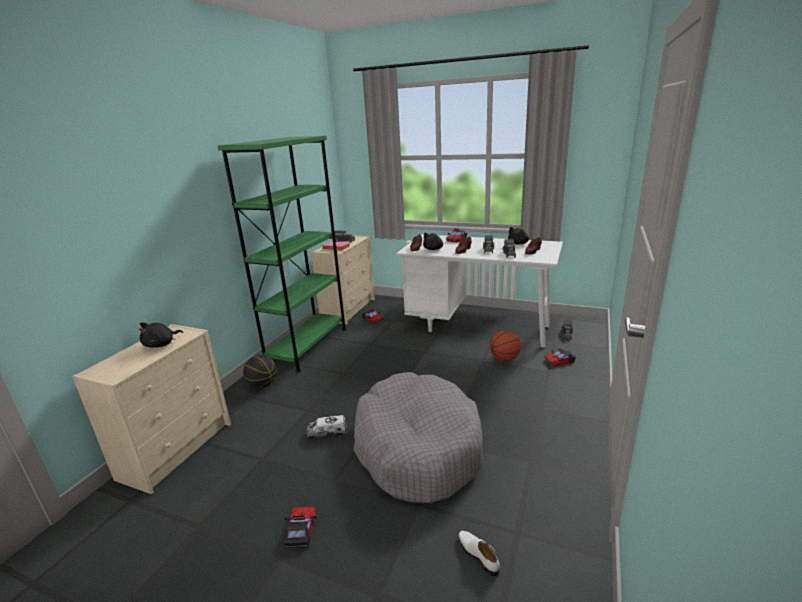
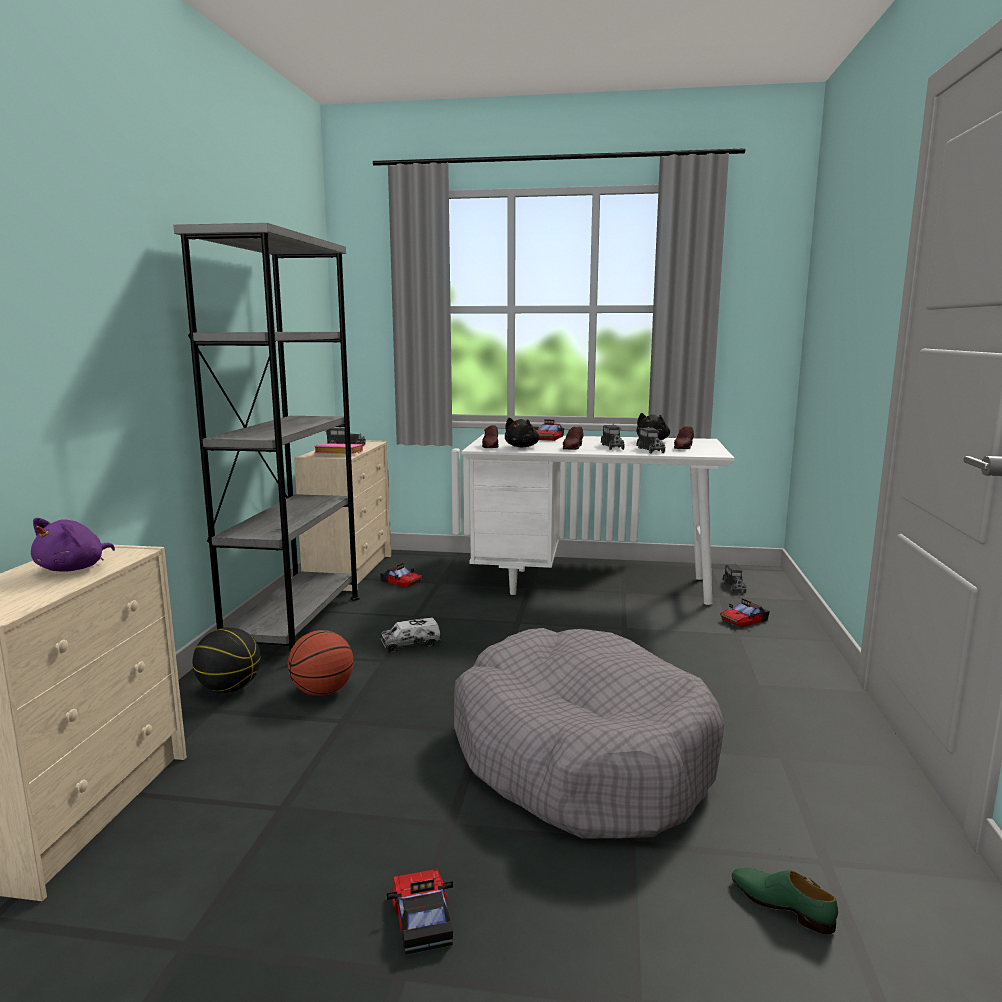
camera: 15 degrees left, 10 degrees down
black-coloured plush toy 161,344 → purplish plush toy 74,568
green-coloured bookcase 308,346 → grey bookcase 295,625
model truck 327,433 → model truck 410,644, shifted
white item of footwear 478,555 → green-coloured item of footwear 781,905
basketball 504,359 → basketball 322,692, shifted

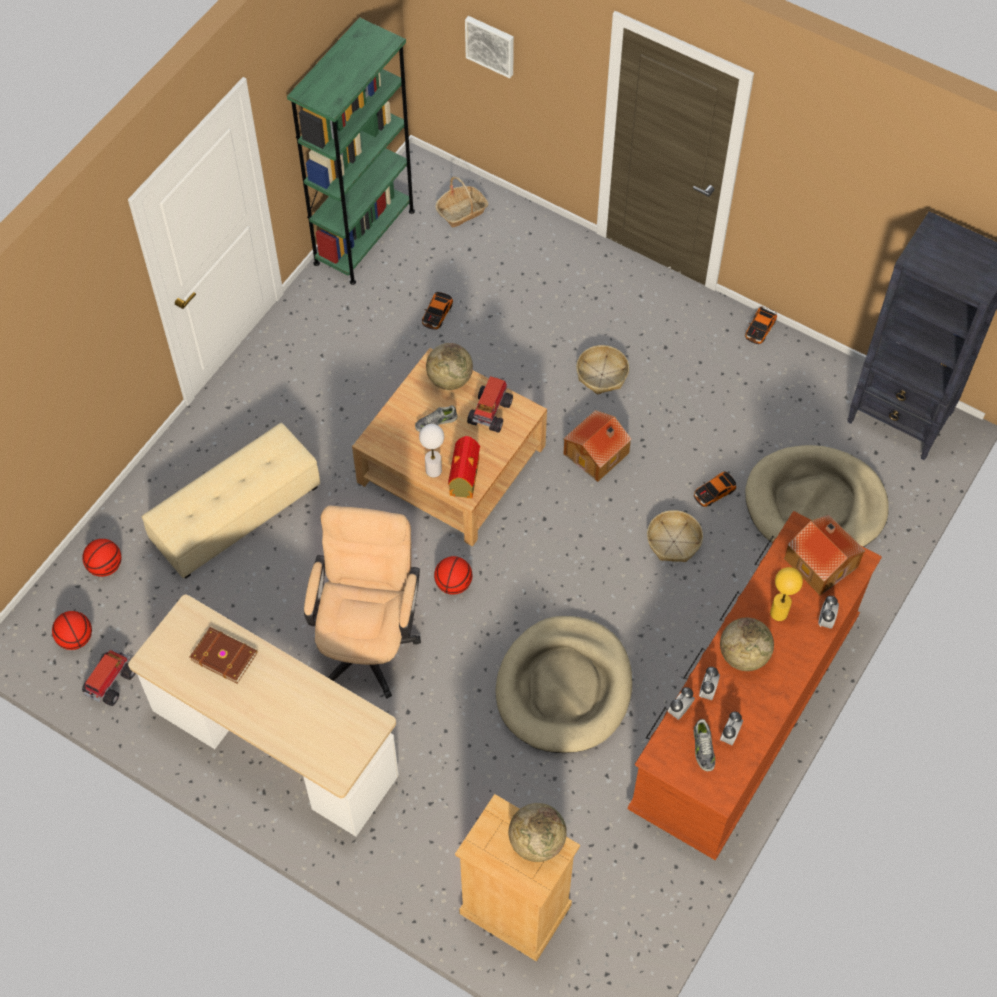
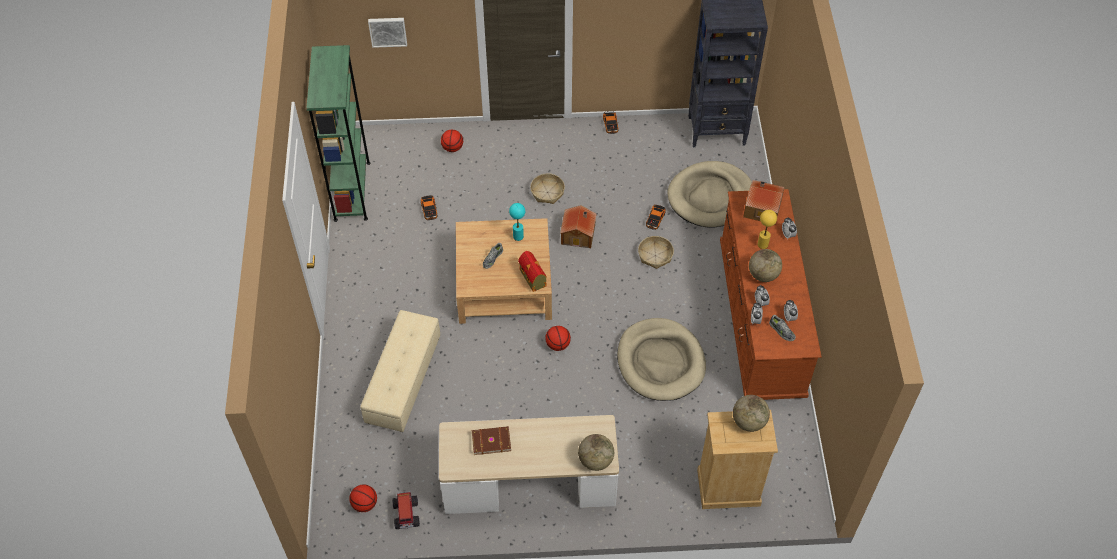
camera: 35 degrees left, 5 degrees down
basketball 105,566 → basketball 452,148, shifted
beige desk chair 368,639 → -
white lamp for a table 434,470 → -
globe 449,379 → globe 595,460, shifted
storage basket 462,211 → -
model truck 491,412 → turquoise lamp for a table 518,236

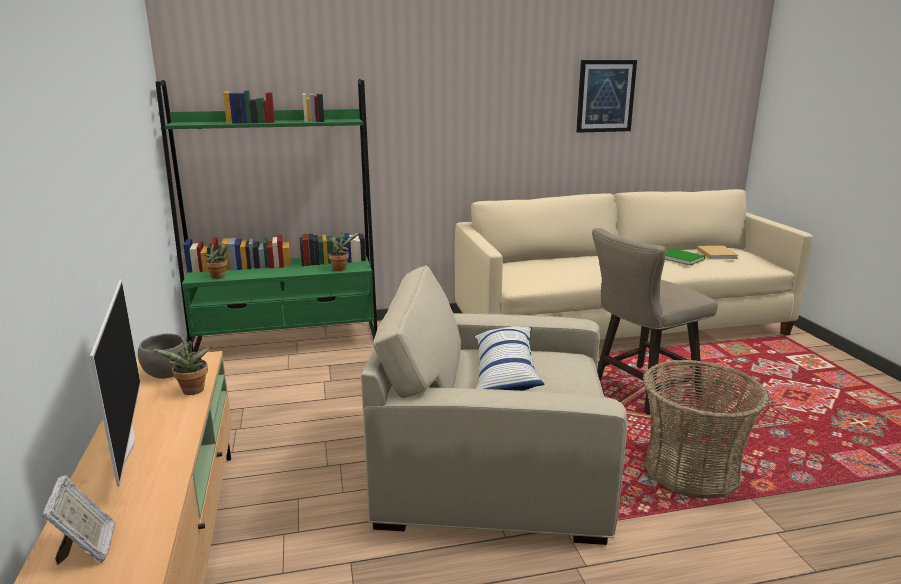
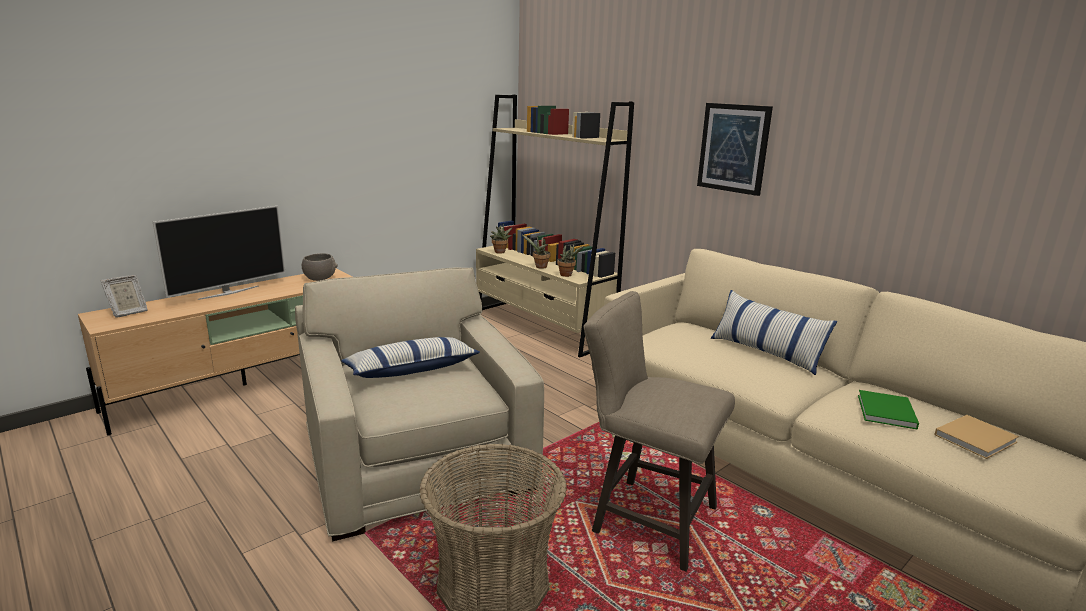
camera: 60 degrees right, 0 degrees up
potted plant 192,392 → potted plant 539,267, shifted
green-coloured bookcase 288,341 → beige bookcase 542,326
wall art 605,96 → wall art 733,148, shifted
- → cushion 766,352

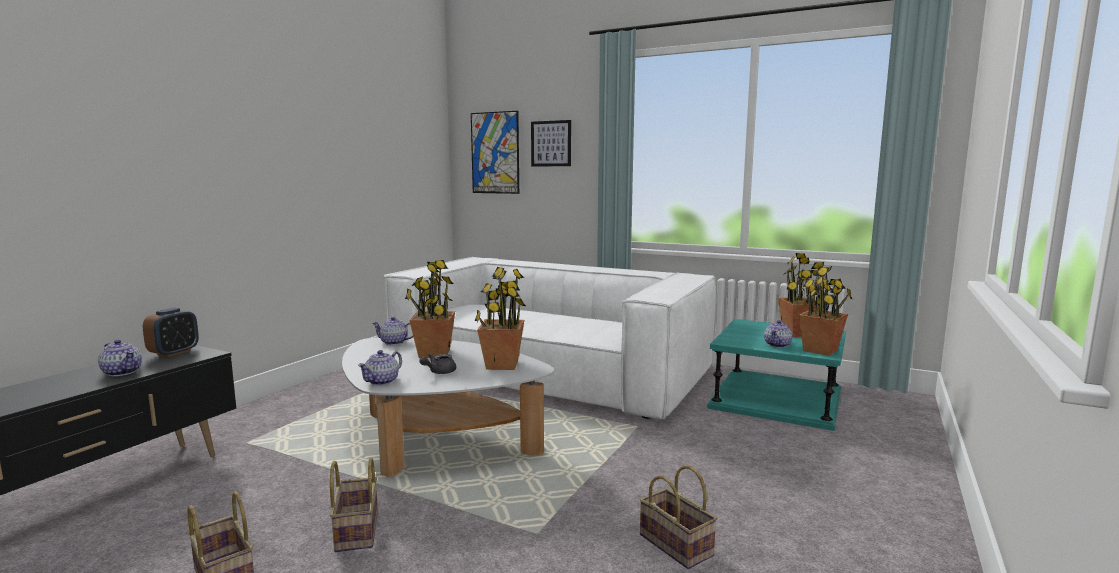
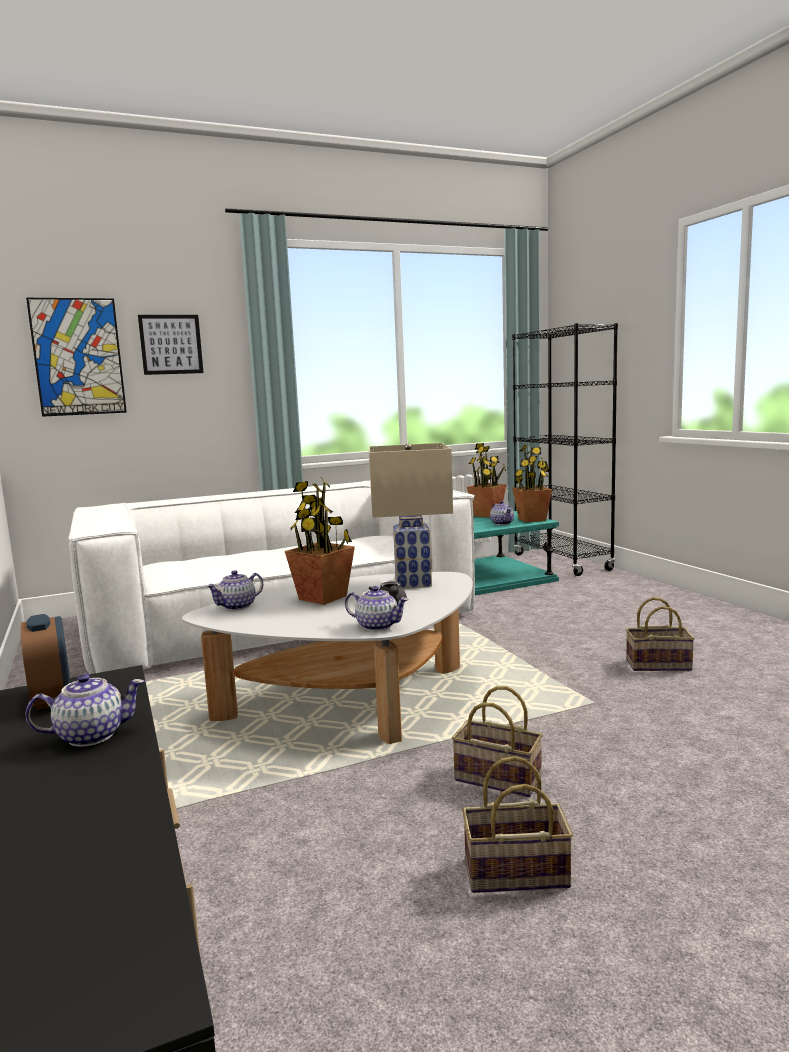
camera: 50 degrees left, 0 degrees up
pot for tea 382,381 → pot for tea 377,626, 45 degrees counterclockwise
potted plant 501,365 → beige lamp for a table 414,583
- → black-coloured bookcase 562,562

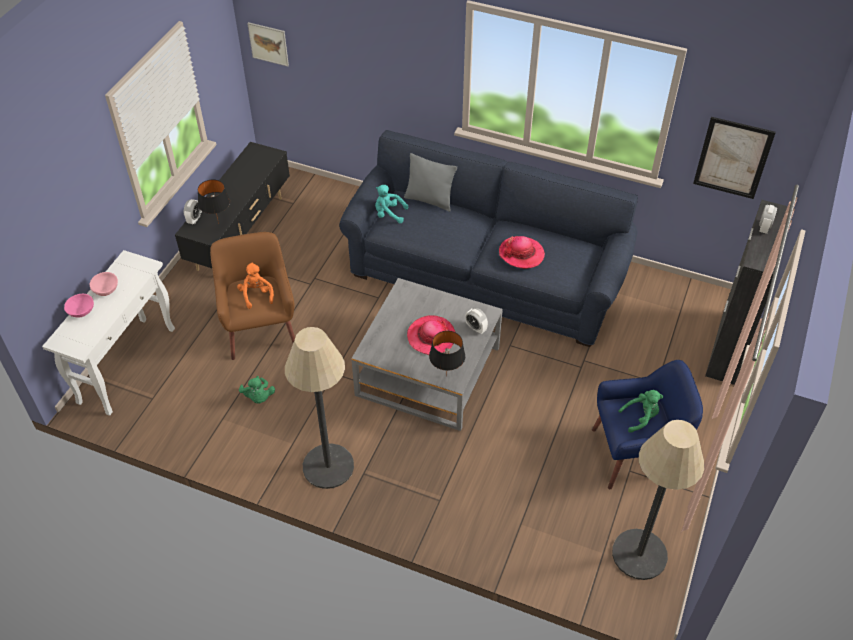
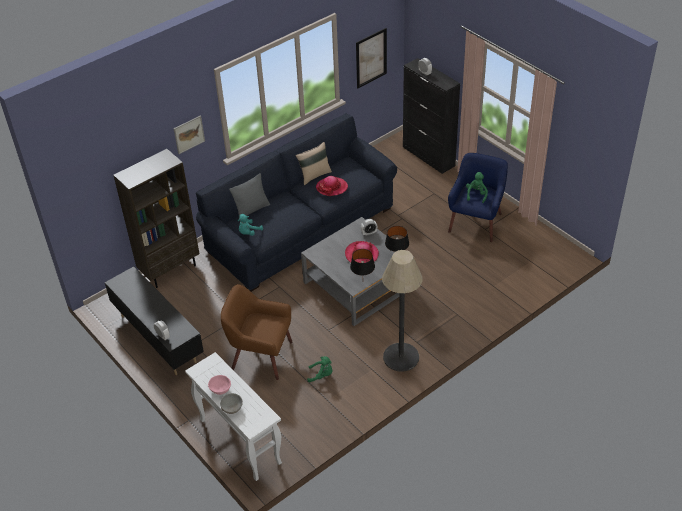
camera: 60 degrees left, 5 degrees down
pinkish serving bowl 82,312 → grey serving bowl 232,408
black-coloured lamp for a table 218,224 → black-coloured lamp for a table 363,282, shifted
orange plush toy 256,295 → -
wall art 268,44 → wall art 189,134, shifted
standard lamp 639,554 → -
- → brown-coloured bookcase 170,270
- → beige cushion 314,175

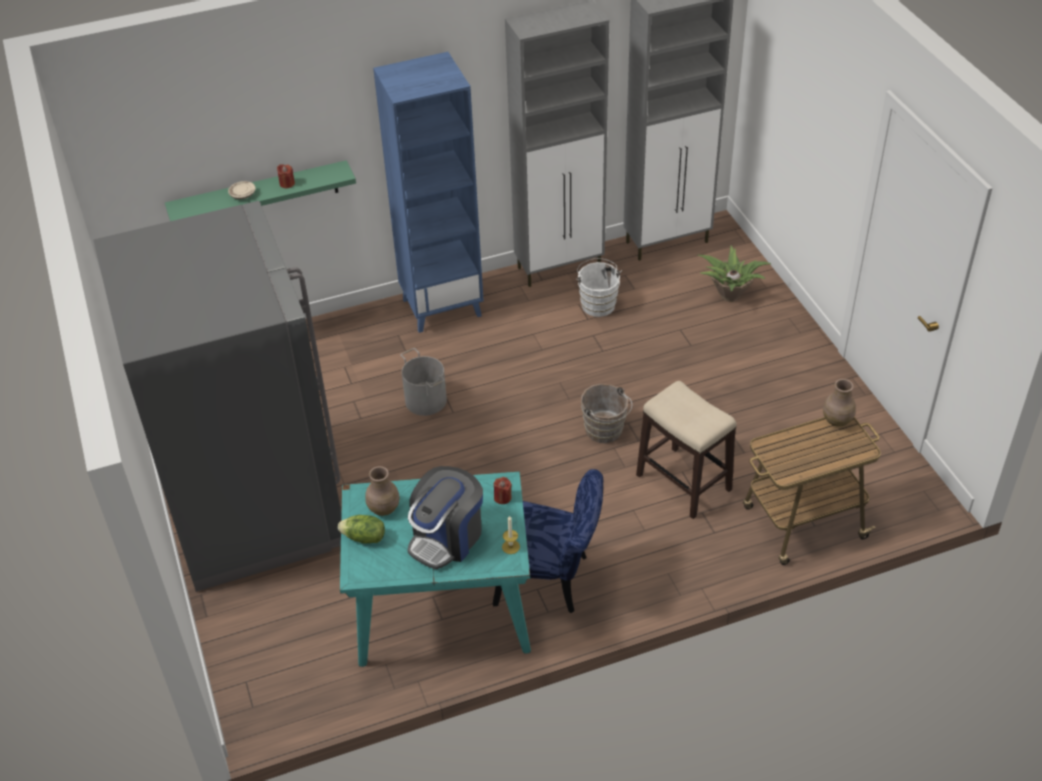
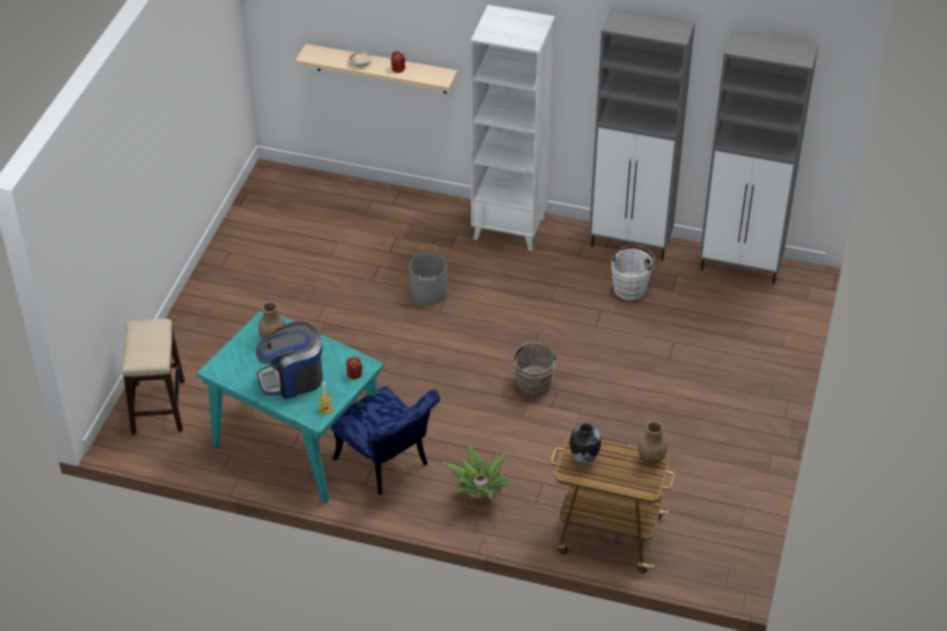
camera: 35 degrees right, 0 degrees up
grey kitchen fridge 253,506 → -
green-coloured shelf 259,195 → beige shelf 381,69
lettuce head 364,538 → -
blue-coloured bookcase 442,307 → white bookcase 510,228
stool seat 683,482 → stool seat 158,406, shifted
potted plant 729,294 → potted plant 479,497, shifted
- → vase 584,458

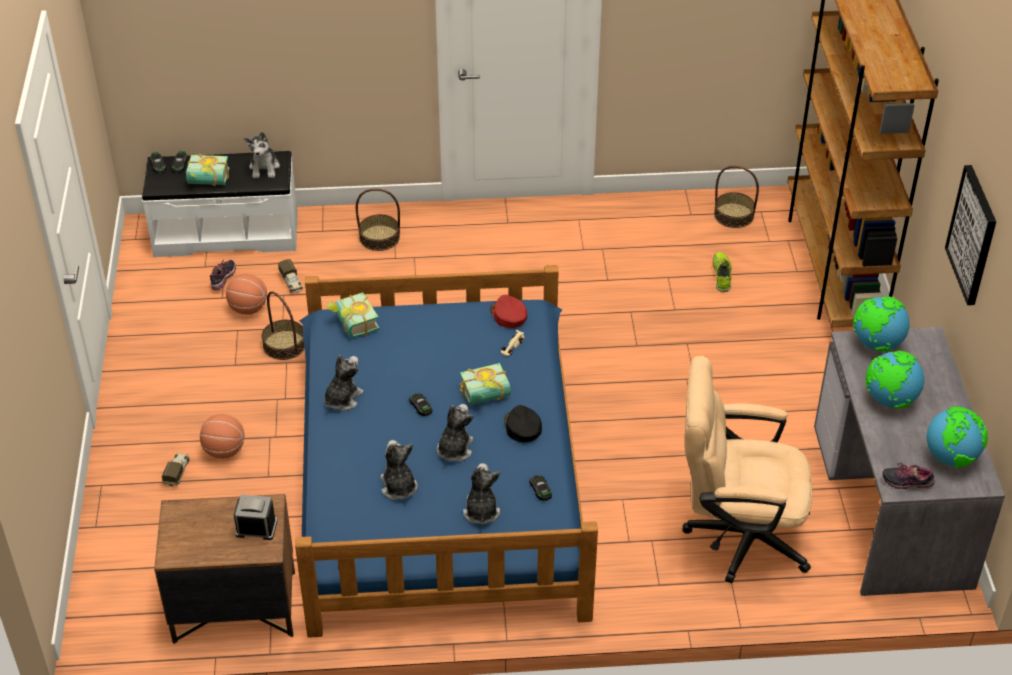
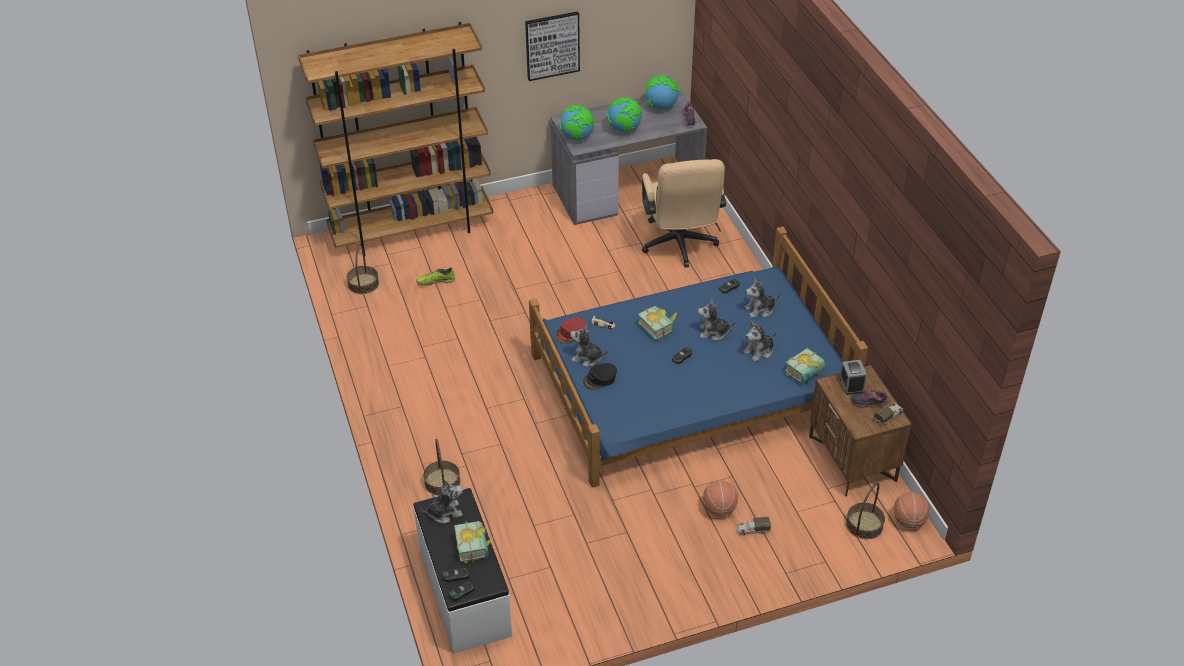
camera: 105 degrees left, 0 degrees up
item of footwear 224,280 → item of footwear 869,403, shifted
basketball 248,308 → basketball 909,521, shifted
storage basket 284,345 → storage basket 864,525, shifted
model truck 291,282 → model truck 888,417, shifted
plush toy 342,399 → plush toy 587,358, shifted
volume 352,325 → volume 807,374, shifted
black-coloured cap 522,427 → black-coloured cap 600,379, shifted

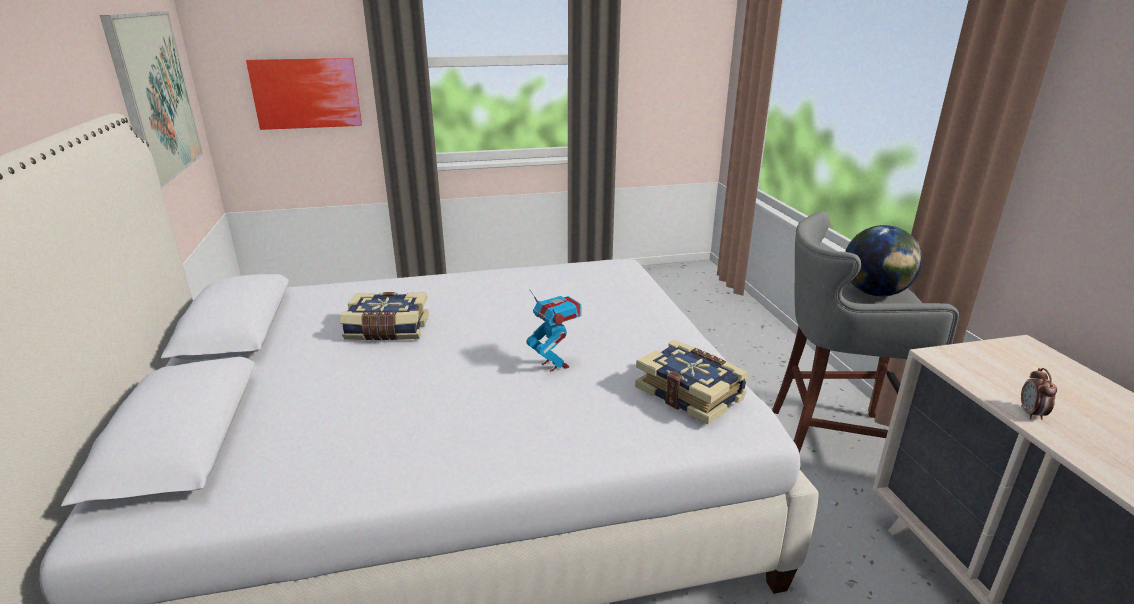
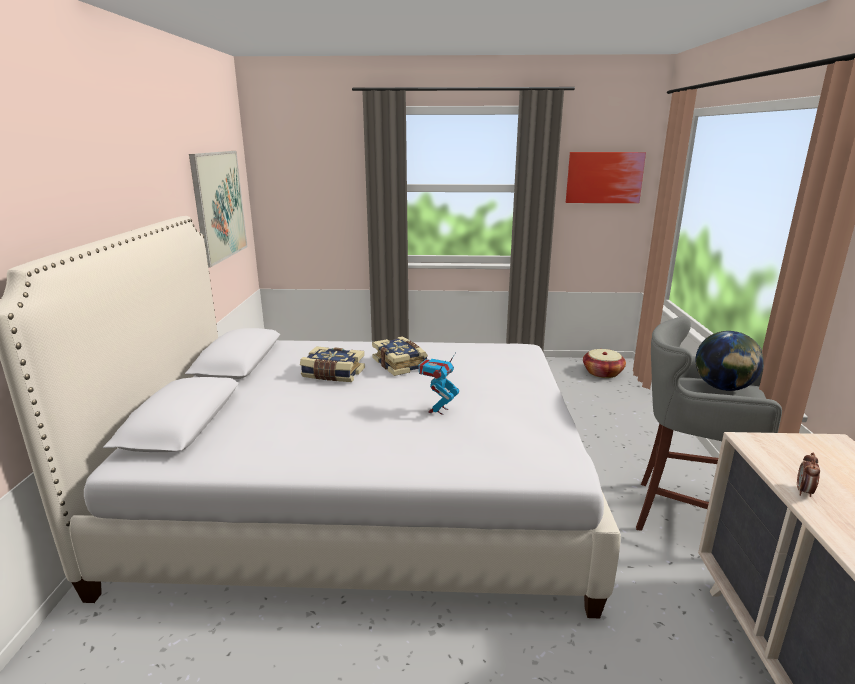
camera: 15 degrees right, 5 degrees down
wall art 306,93 → wall art 604,177, shifted
toy robot 555,365 → toy robot 438,410, 135 degrees counterclockwise
volume 690,393 → volume 400,364, shifted
- → storage basket 602,373

